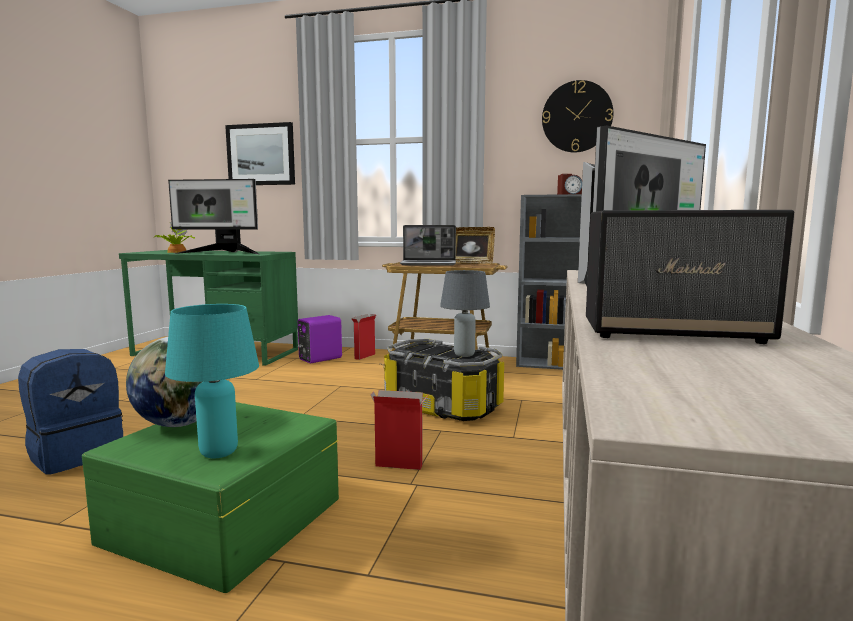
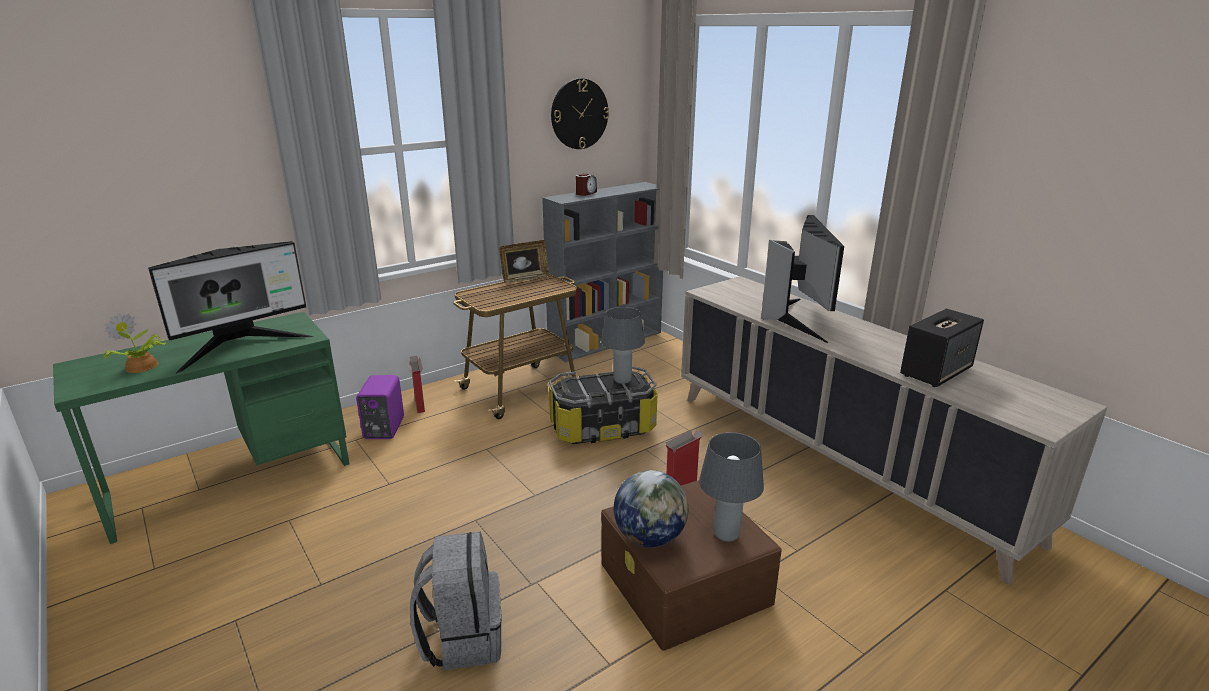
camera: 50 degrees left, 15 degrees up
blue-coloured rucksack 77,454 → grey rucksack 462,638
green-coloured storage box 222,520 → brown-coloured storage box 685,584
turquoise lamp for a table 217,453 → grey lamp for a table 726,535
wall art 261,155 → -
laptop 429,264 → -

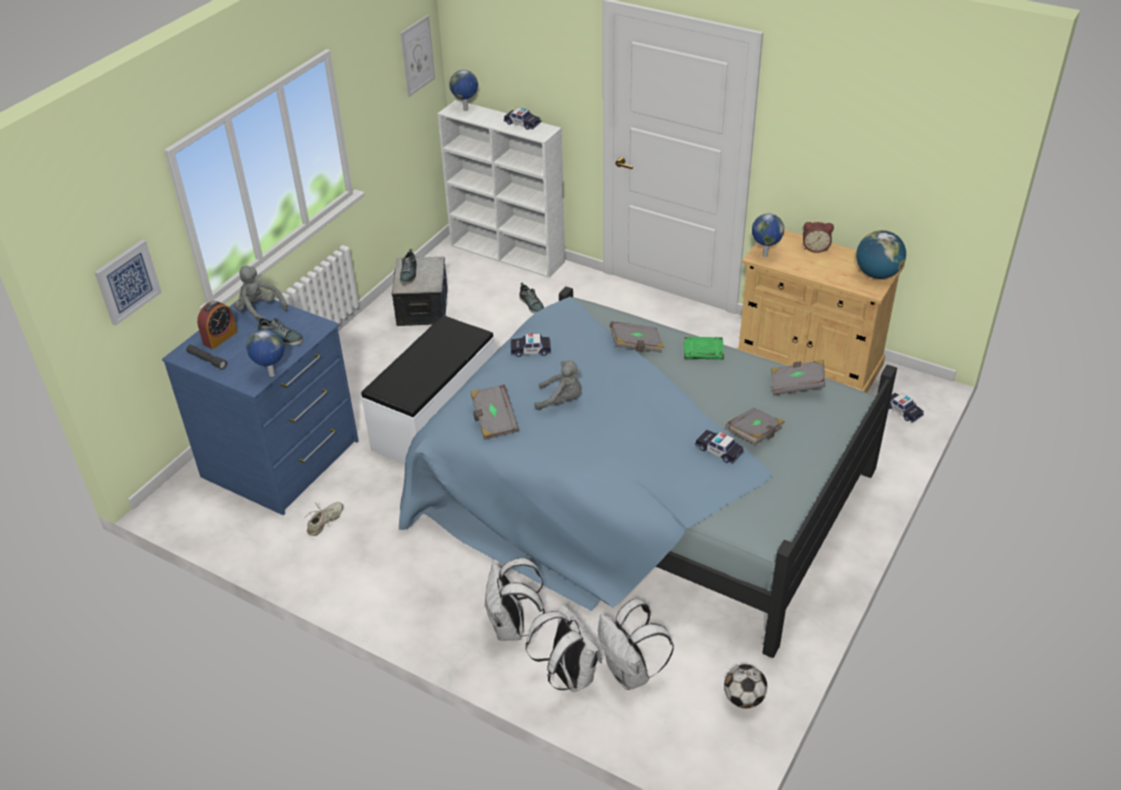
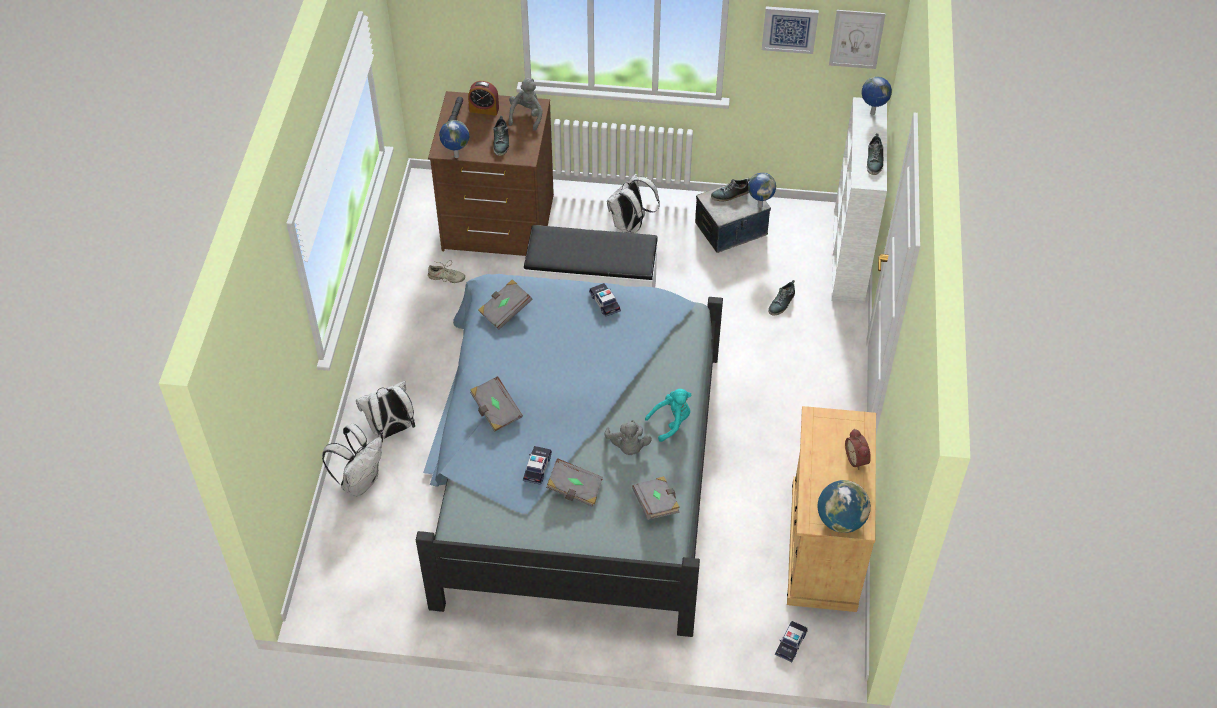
camera: 65 degrees right, 10 degrees up
wall art 127,281 → wall art 789,29, shifted
blue-coloured chest of drawers 282,460 → brown-coloured chest of drawers 498,224
model car 522,123 → item of footwear 874,160
grey plush toy 562,400 → grey plush toy 628,446, shifted
white rucksack 630,673 → white rucksack 630,225, shifted
grey volume 636,346 → grey volume 495,411, shifted
green-coloured volume 704,351 → turquoise plush toy 671,422
football ball 743,698 → -
globe 764,255 → globe 759,205, shifted

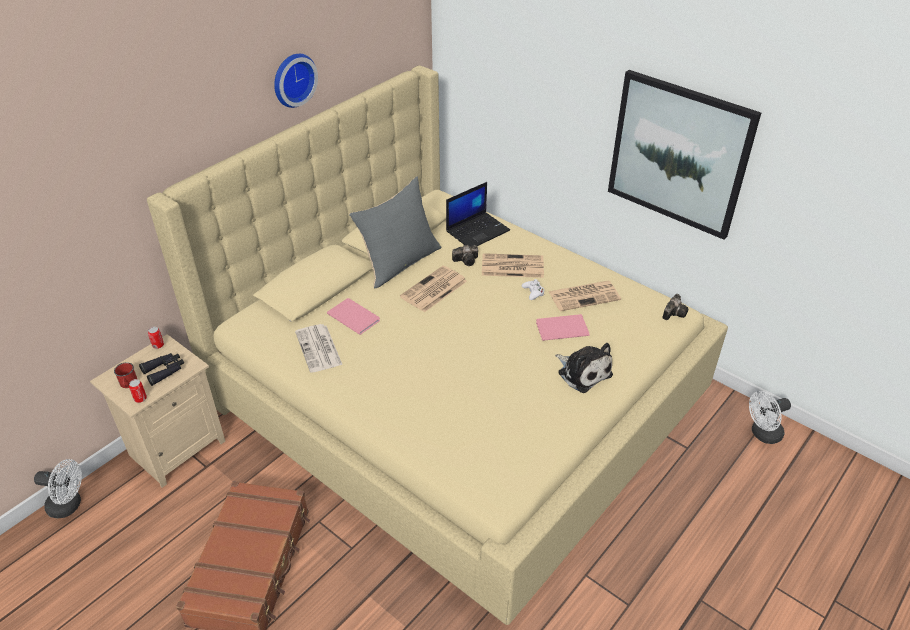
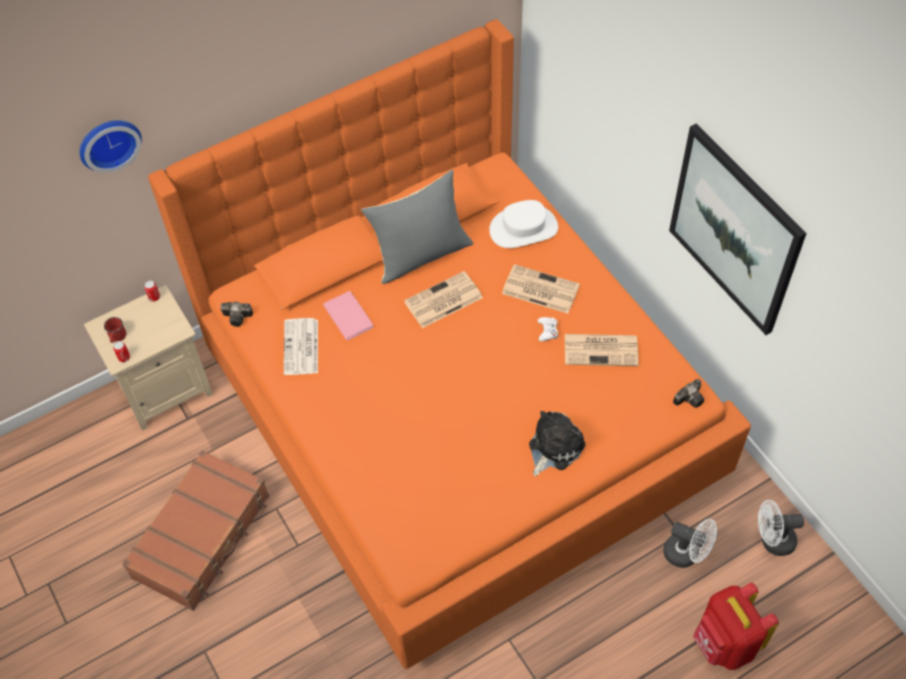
camera: 20 degrees right, 15 degrees up
white cooling fan 69,505 → white cooling fan 686,554, shifted
black-coloured pair of binoculars 164,371 → -
beige sleeping bed 455,400 → orange sleeping bed 457,408
clock on the wall 292,79 → clock on the wall 108,142, shifted
laptop 478,230 → white hat 523,228
photo camera 467,260 → photo camera 238,317, shifted
pinkish volume 560,328 → -
plush toy 583,372 → plush toy 554,447, 120 degrees counterclockwise
- → red rucksack 725,644

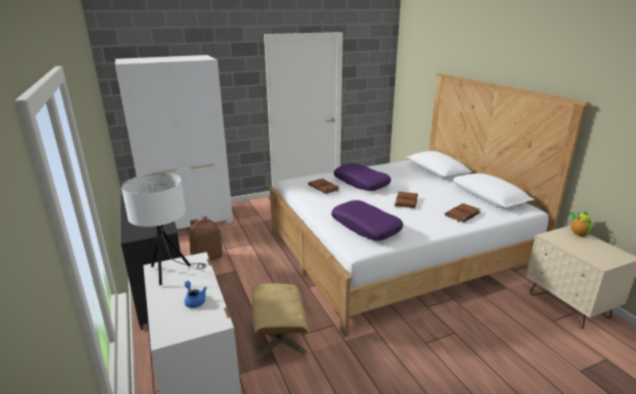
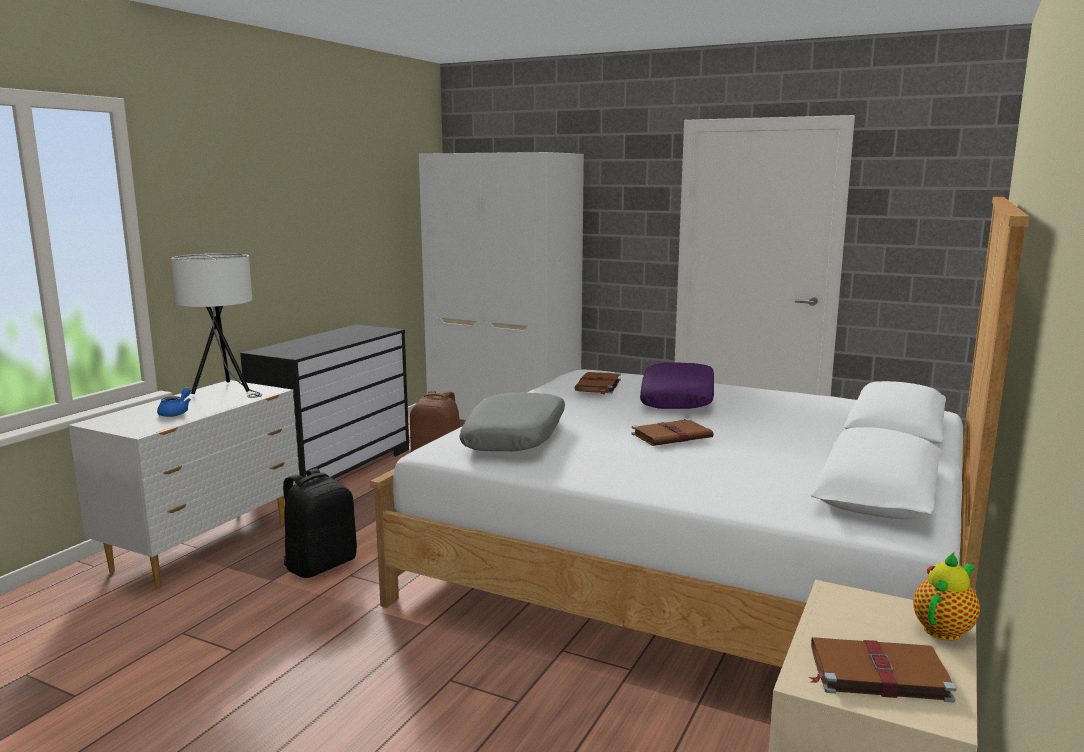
camera: 50 degrees right, 10 degrees down
beige pouffe 279,340 → black-coloured rucksack 320,565
purplish cushion 366,226 → grey cushion 516,437
brown-coloured volume 462,214 → brown-coloured volume 876,673, shifted

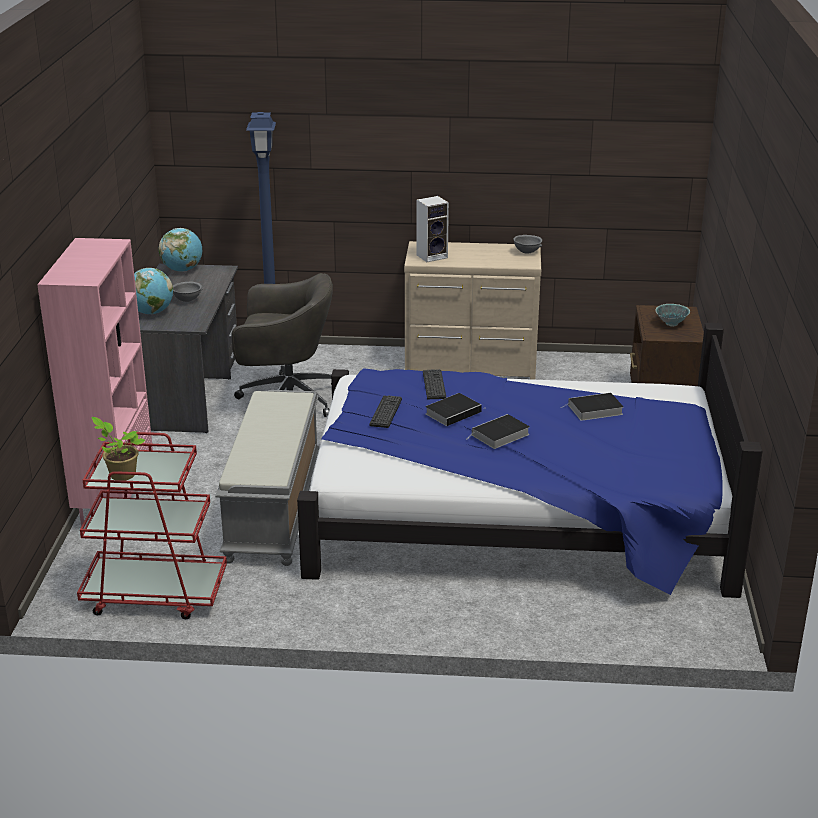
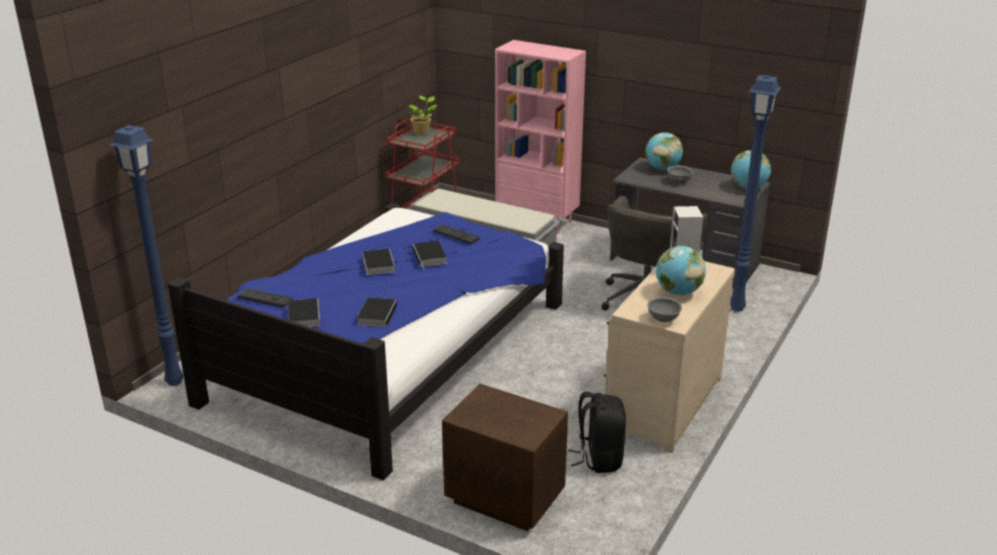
camera: 115 degrees right, 0 degrees up
PC keyboard 434,385 → PC keyboard 265,298, shifted
serving bowl 671,324 → -
- → blue-coloured standard lamp 174,382
- → volume 303,315
- → black-coloured rucksack 599,458
- → globe 678,292

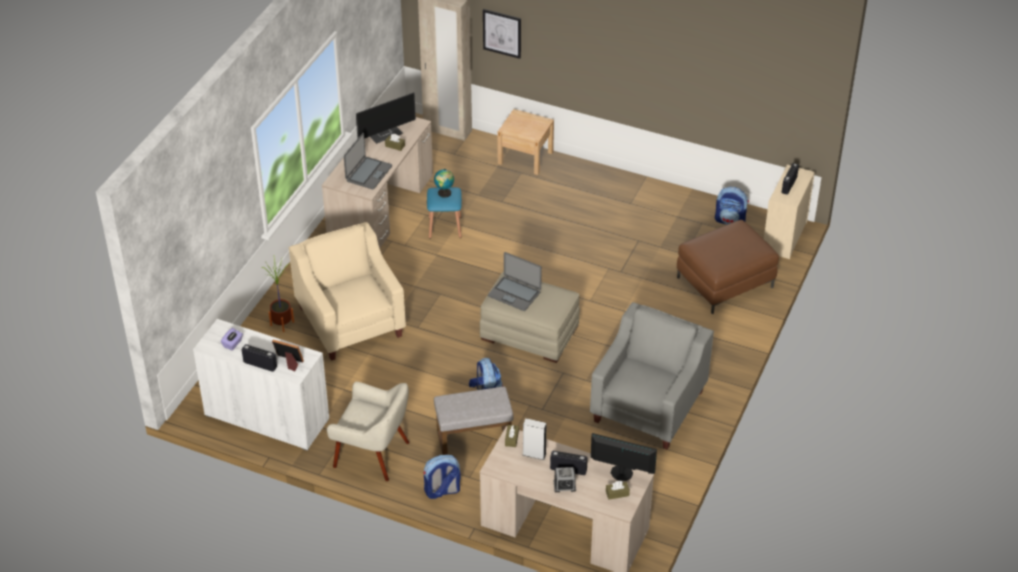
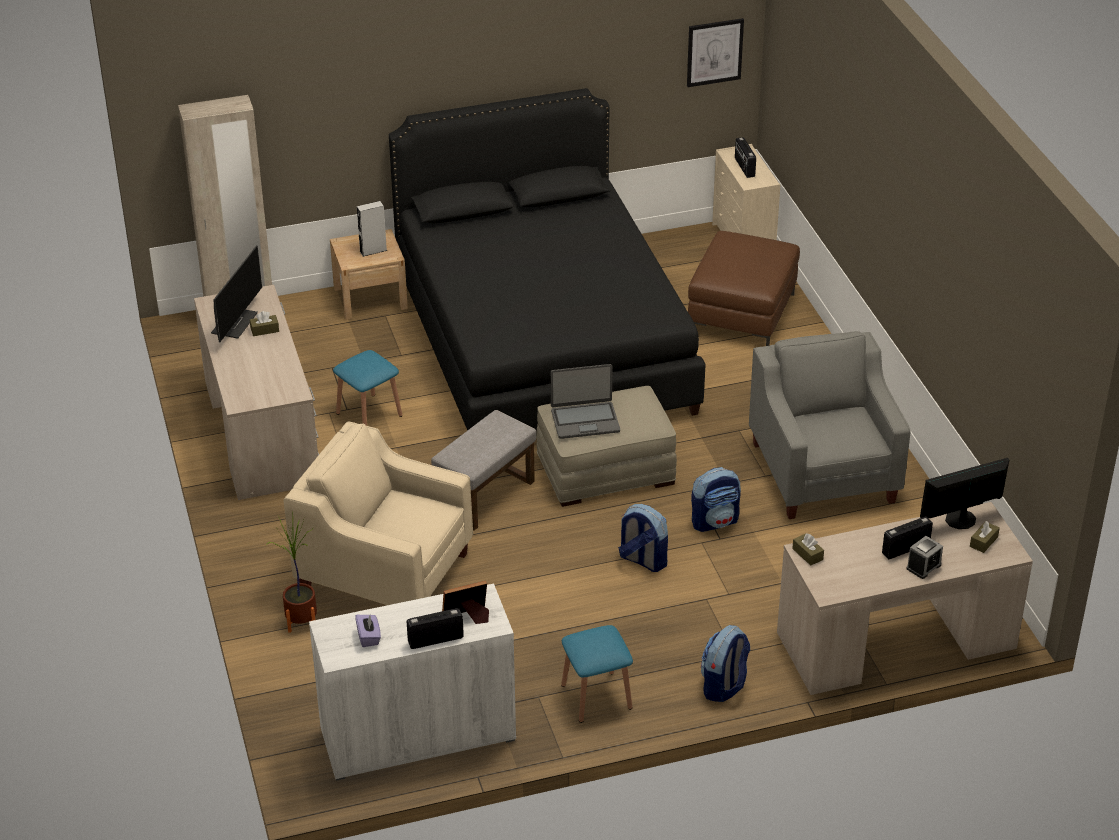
camera: 40 degrees left, 5 degrees down
beige easy chair 373,454 → blue-coloured stool seat 596,696
laptop 368,173 → -
globe 444,193 → -
grey pouffe 473,439 → grey pouffe 485,497, shifted
wall art 502,33 → wall art 714,52, shifted
grey loudspeaker 534,454 → grey loudspeaker 373,251, shifted
rucksack 730,221 → rucksack 715,521, shifted
- → black-coloured sleeping bed 543,343

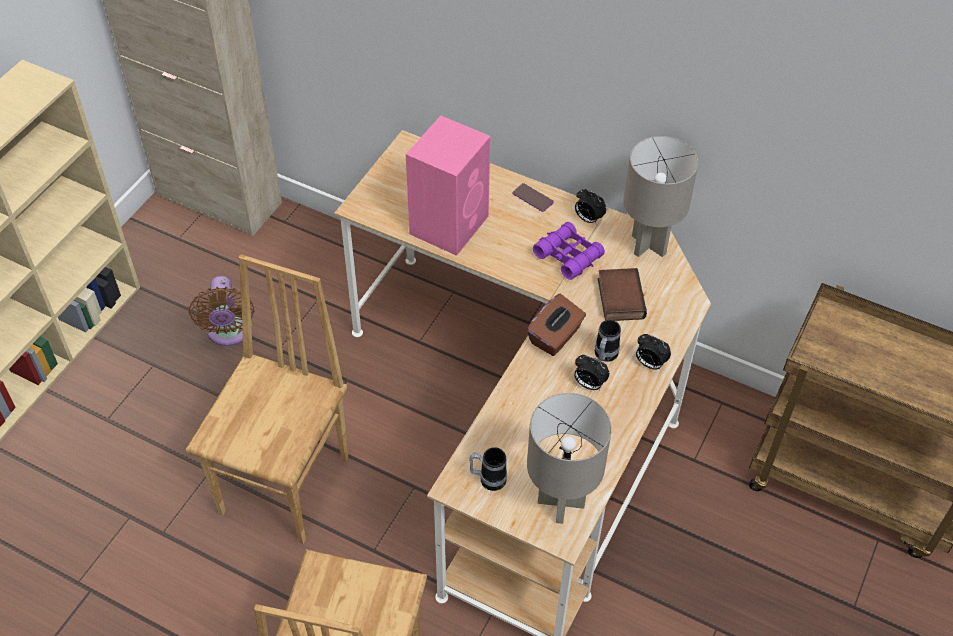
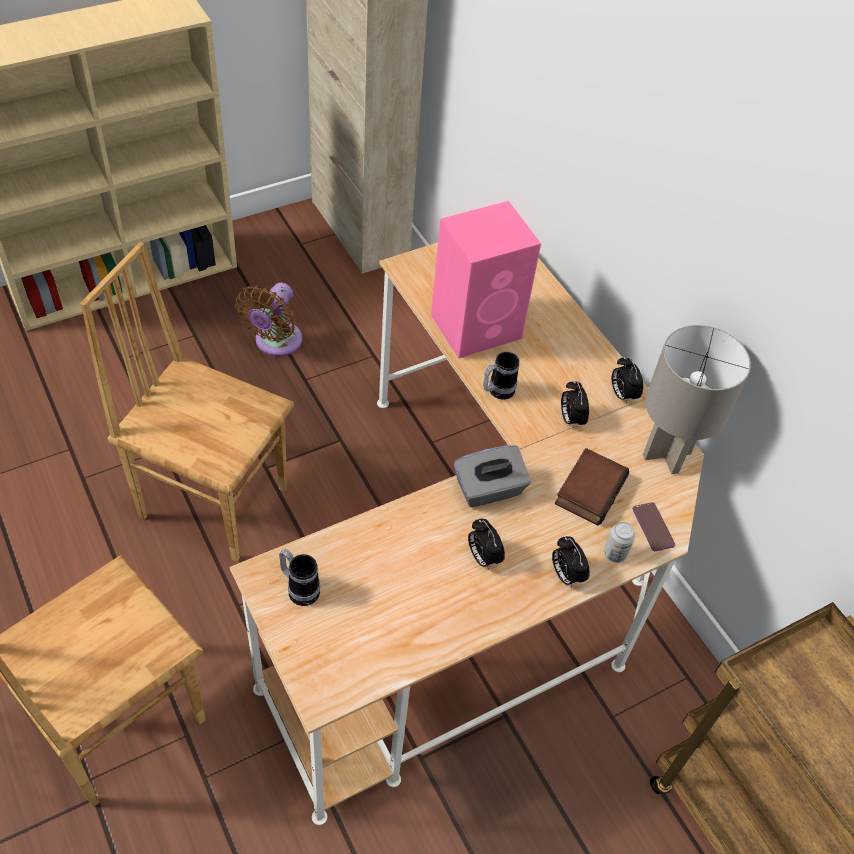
camera: 30 degrees right, 0 degrees up
brown-coloured plain chair 287,485 → brown-coloured plain chair 214,500, 120 degrees counterclockwise
telephone 532,198 → telephone 653,527, shifted
brown-coloured tissue holder 555,337 → grey tissue holder 489,490
grey lamp for a table 561,502 → -
purplish pair of binoculars 568,256 → bedside clock 570,419
mug 604,356 → mug 497,392, shifted
- → can 614,554

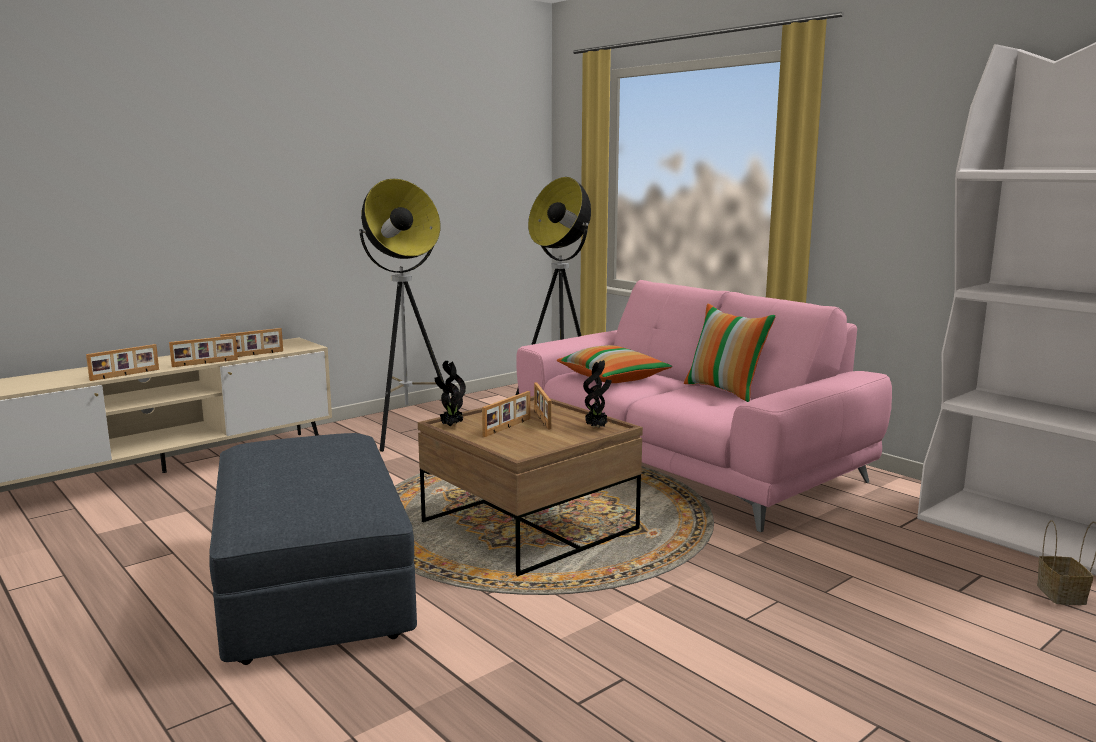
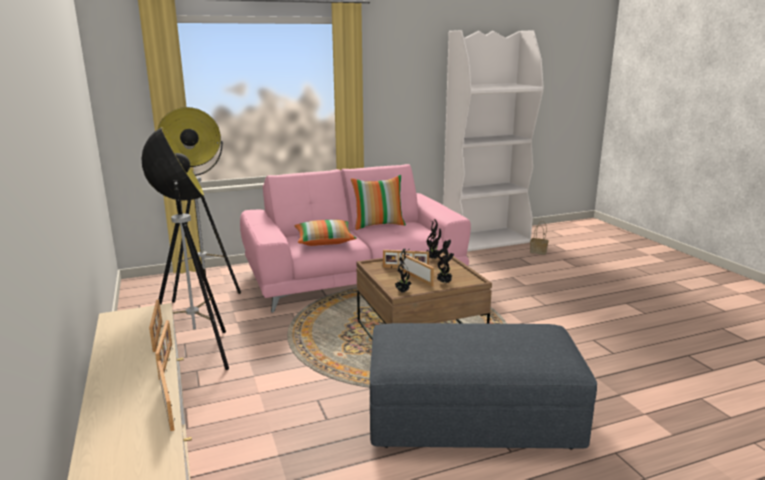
camera: 70 degrees left, 5 degrees up
- → potted plant 445,283

